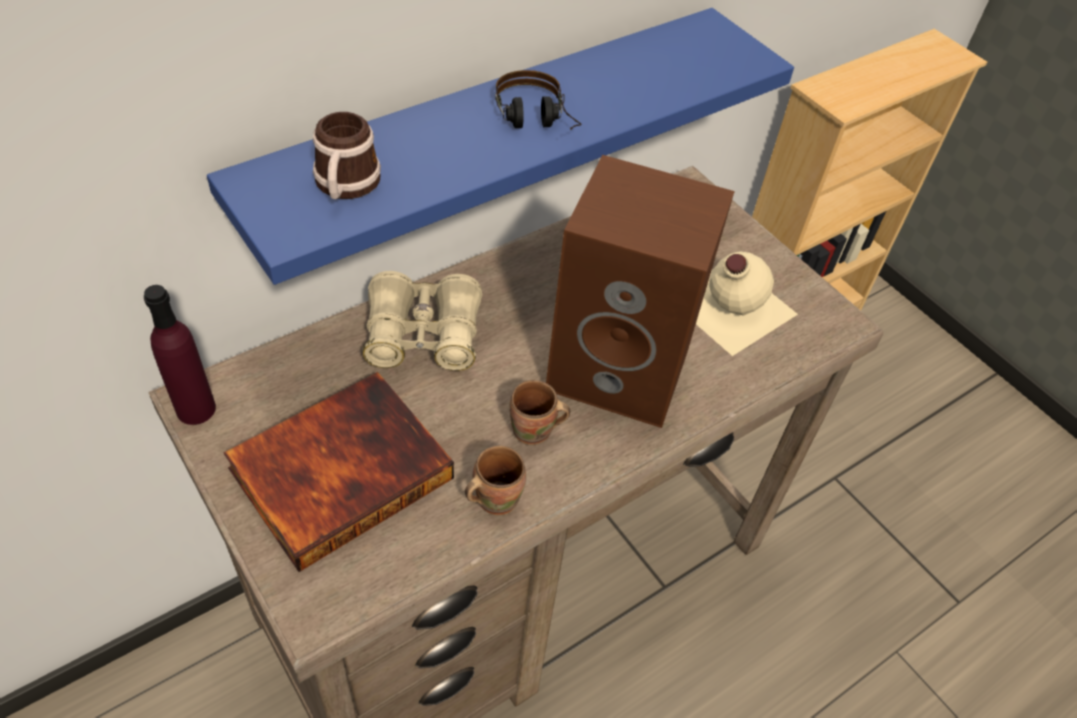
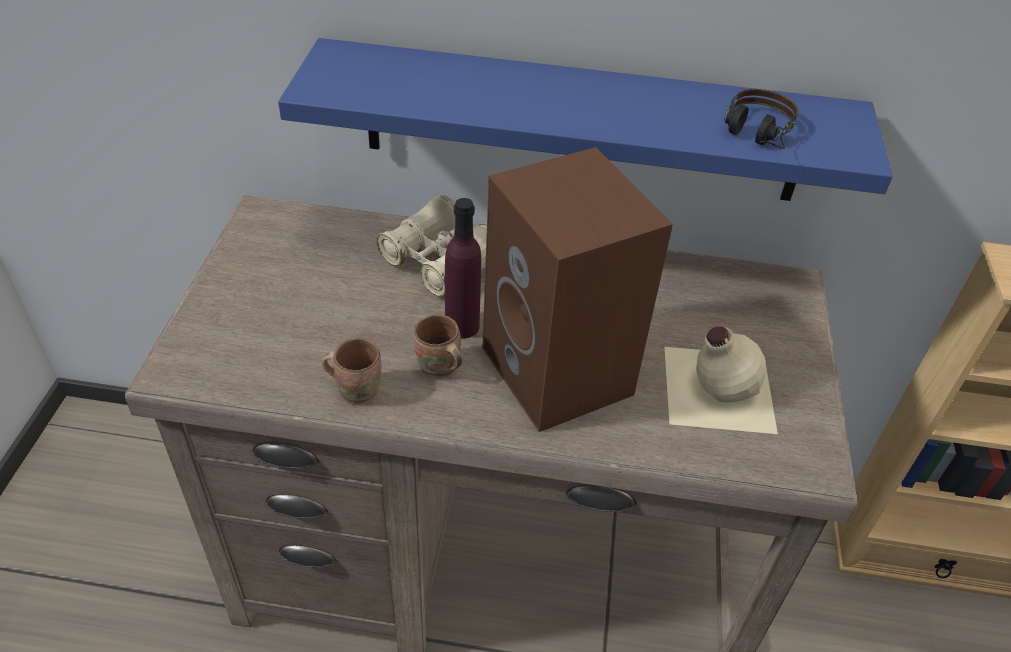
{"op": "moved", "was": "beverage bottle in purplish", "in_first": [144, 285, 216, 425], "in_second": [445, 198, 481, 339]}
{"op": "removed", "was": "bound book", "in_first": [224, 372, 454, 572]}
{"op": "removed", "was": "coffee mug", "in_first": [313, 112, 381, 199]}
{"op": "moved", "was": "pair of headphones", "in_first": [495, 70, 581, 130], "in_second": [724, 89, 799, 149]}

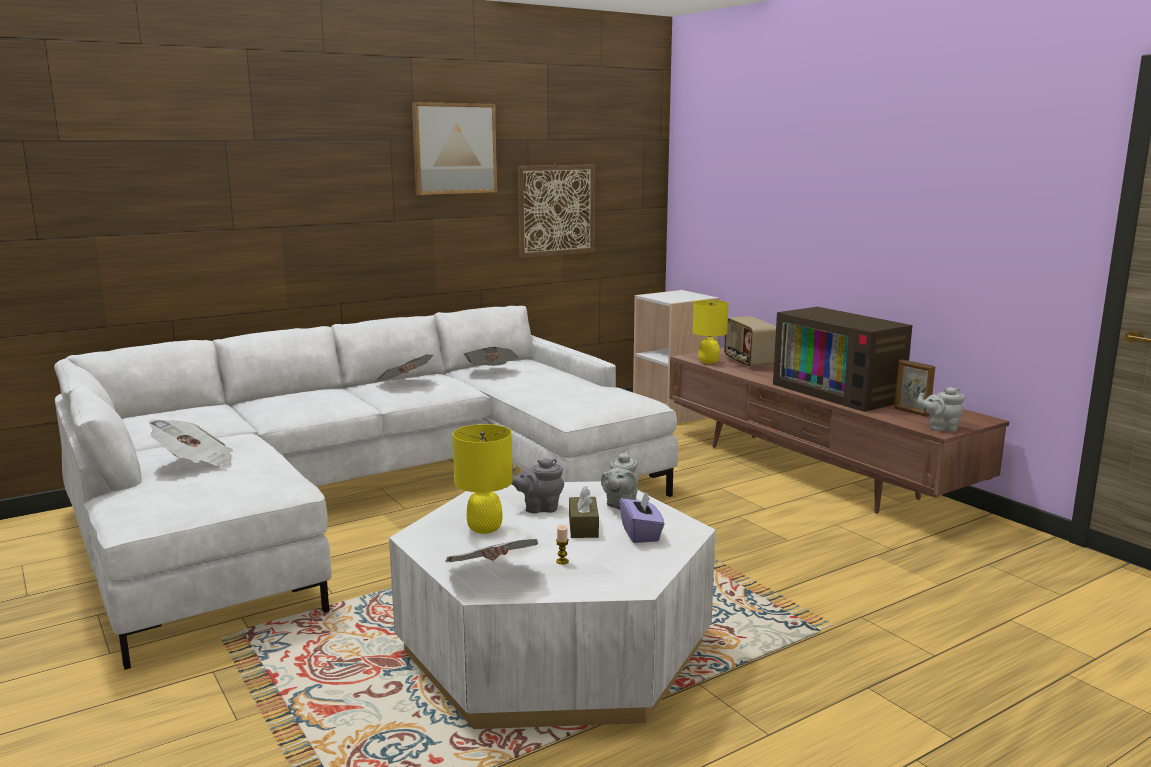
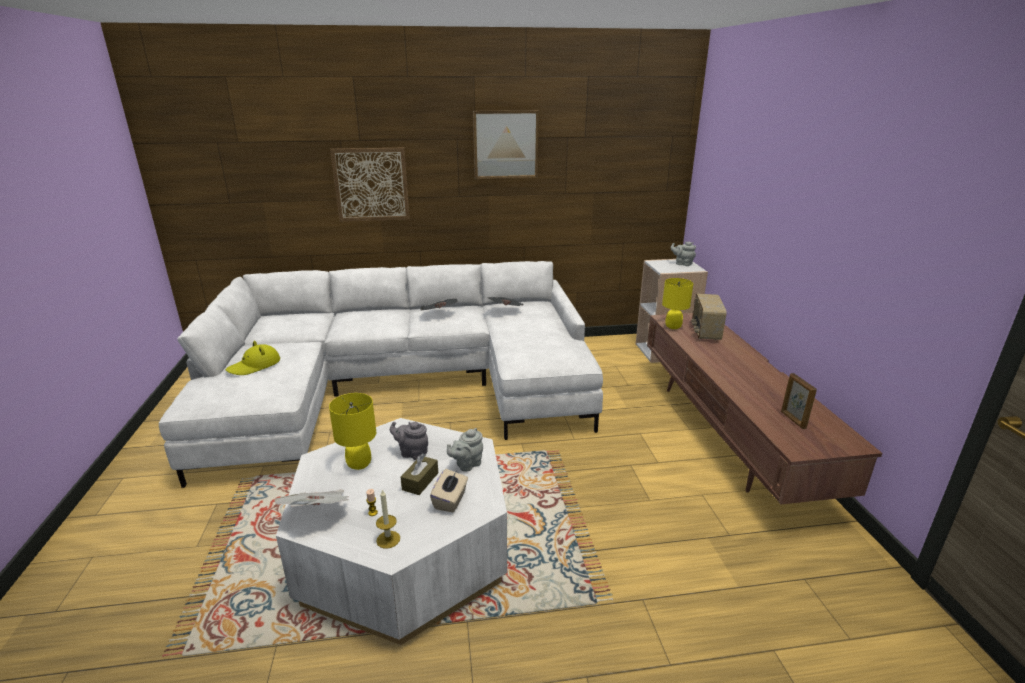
{"op": "replaced", "was": "printed paper", "now": "hat in yellow", "in_first": [149, 420, 233, 468], "in_second": [226, 341, 280, 375]}
{"op": "moved", "was": "wall picture", "in_first": [518, 164, 595, 258], "in_second": [330, 148, 410, 222]}
{"op": "recoloured", "was": "tissue box in purplish", "now": "tissue box in beige", "in_first": [619, 490, 665, 543], "in_second": [430, 469, 468, 512]}
{"op": "removed", "was": "TV", "in_first": [773, 307, 912, 412]}
{"op": "moved", "was": "tea pot in gray", "in_first": [917, 387, 964, 431], "in_second": [670, 241, 696, 266]}
{"op": "added", "now": "wax candle", "in_second": [376, 489, 400, 549]}

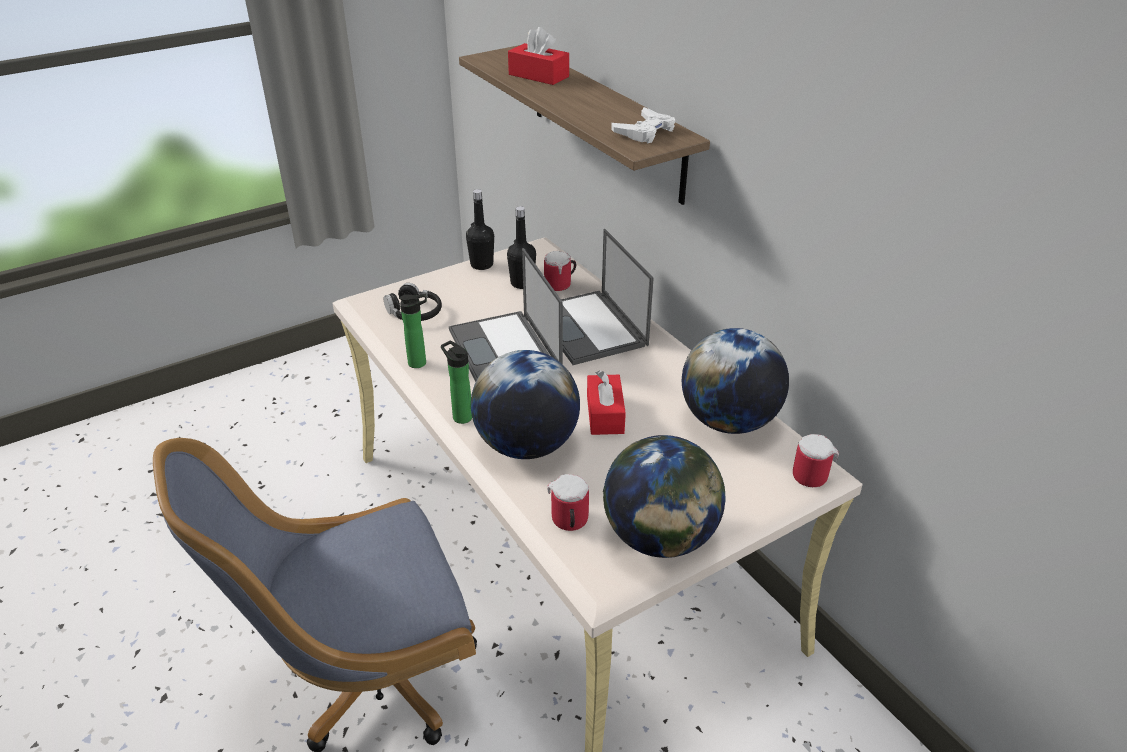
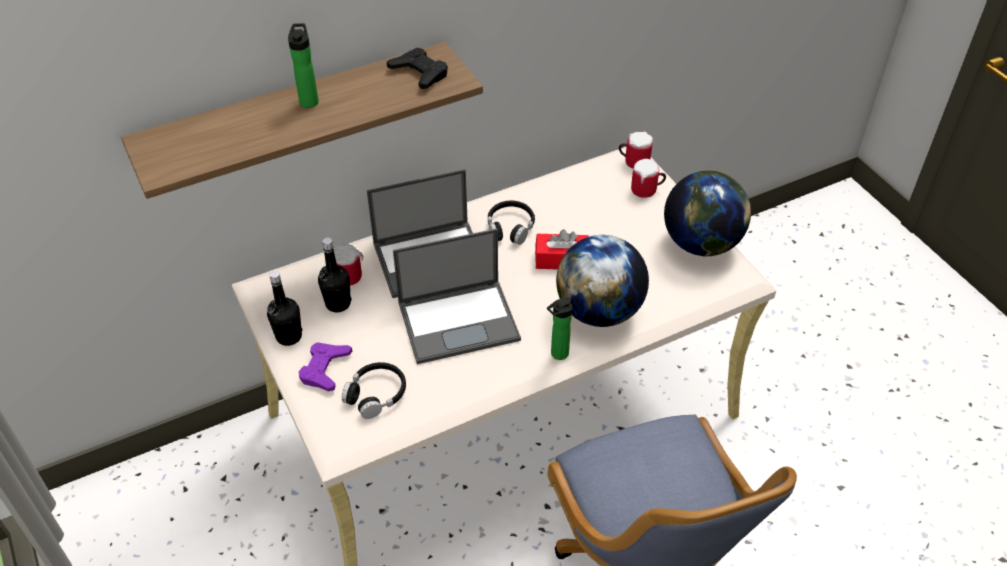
{"op": "moved", "was": "beverage bottle", "in_first": [399, 294, 427, 368], "in_second": [288, 23, 319, 108]}
{"op": "removed", "was": "tissue box in reddish", "in_first": [508, 27, 569, 85]}
{"op": "moved", "was": "coffee mug", "in_first": [547, 474, 589, 531], "in_second": [631, 159, 666, 198]}
{"op": "recoloured", "was": "joypad in white", "now": "joypad in black-coloured", "in_first": [611, 107, 675, 143], "in_second": [387, 48, 448, 89]}
{"op": "removed", "was": "globe", "in_first": [682, 328, 789, 434]}
{"op": "added", "now": "joypad in purplish", "in_second": [299, 342, 352, 391]}
{"op": "added", "now": "pair of headphones in black-coloured", "in_second": [488, 200, 535, 245]}

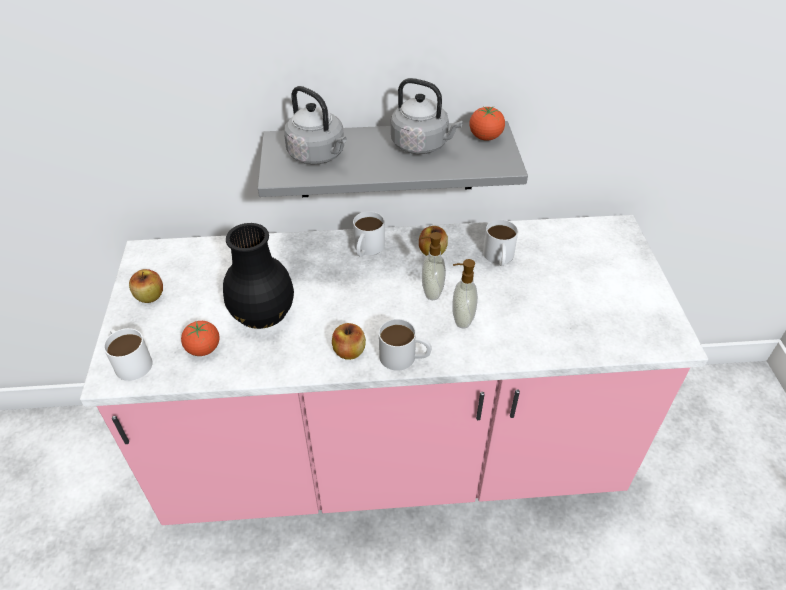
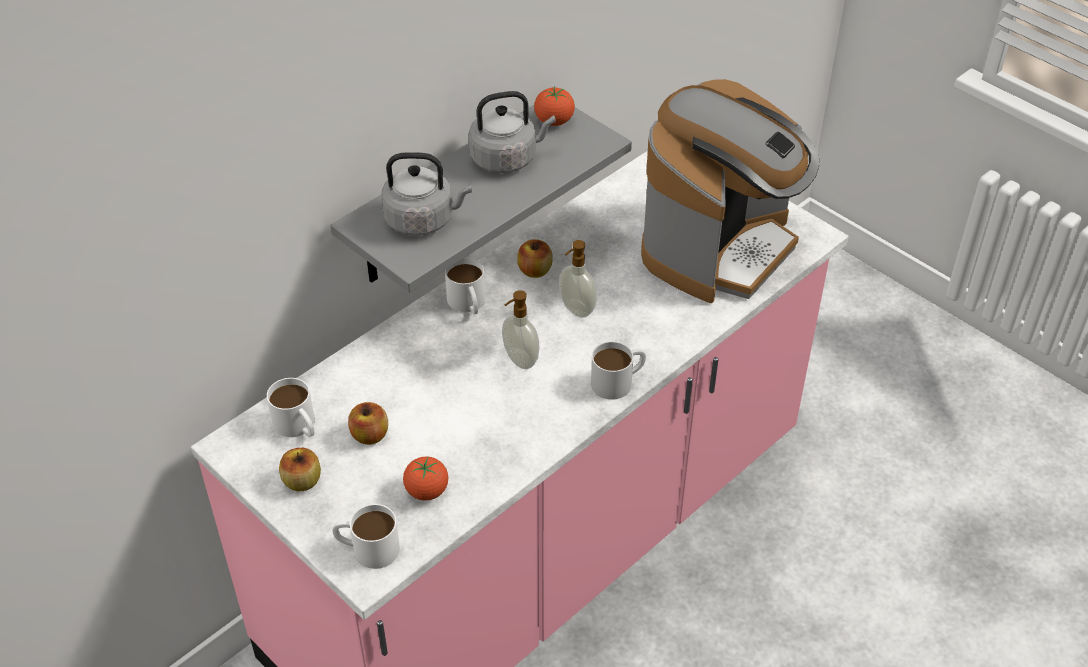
{"op": "removed", "was": "decorative vase in black-coloured", "in_first": [223, 223, 294, 329]}
{"op": "moved", "was": "apple", "in_first": [332, 323, 366, 360], "in_second": [348, 402, 388, 445]}
{"op": "moved", "was": "soap dispenser", "in_first": [453, 259, 478, 328], "in_second": [502, 290, 539, 369]}
{"op": "moved", "was": "coffee mug in white", "in_first": [483, 220, 518, 266], "in_second": [267, 378, 315, 437]}
{"op": "added", "now": "coffee brewer", "in_second": [641, 79, 819, 303]}

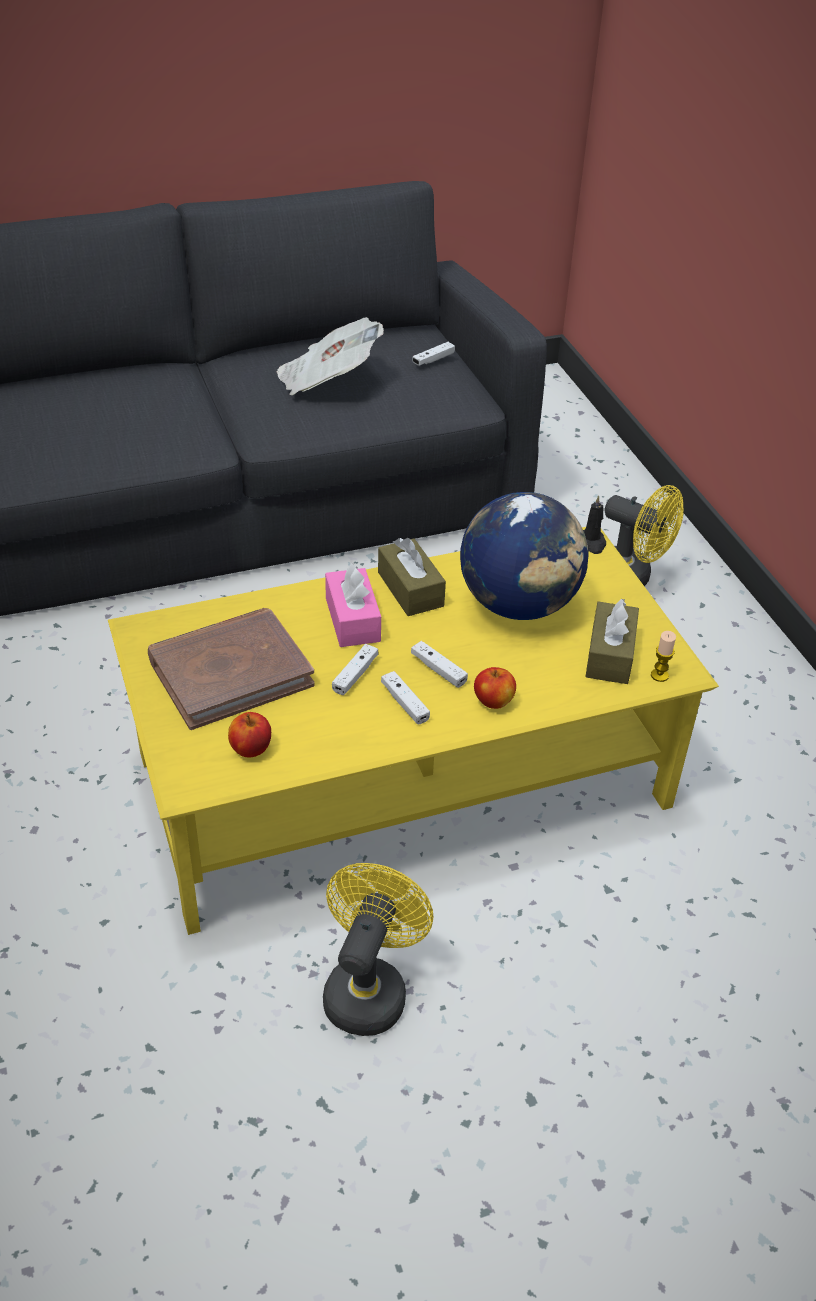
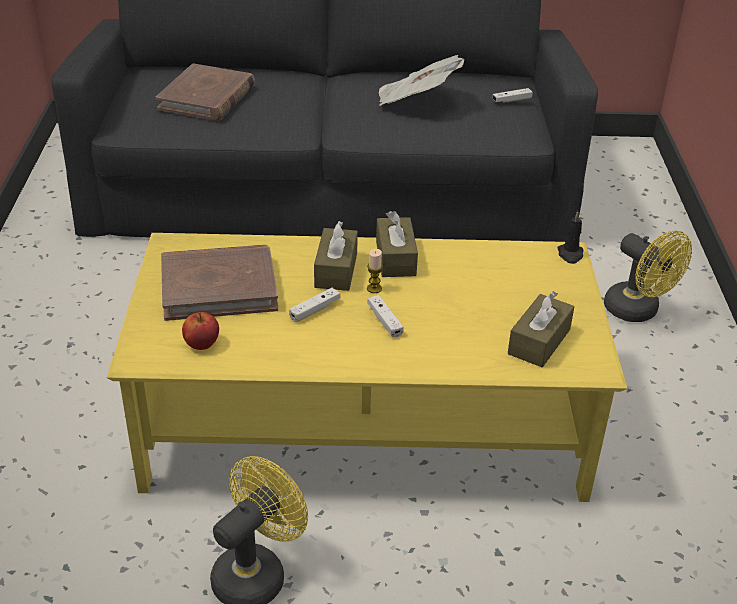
{"op": "recoloured", "was": "tissue box in pink-coloured", "now": "tissue box in brownish", "in_first": [325, 563, 381, 647], "in_second": [314, 221, 358, 291]}
{"op": "removed", "was": "joypad in white", "in_first": [381, 671, 430, 725]}
{"op": "removed", "was": "globe", "in_first": [460, 492, 589, 620]}
{"op": "removed", "was": "apple", "in_first": [474, 667, 516, 709]}
{"op": "moved", "was": "wax candle", "in_first": [651, 631, 676, 682], "in_second": [367, 249, 383, 293]}
{"op": "added", "now": "bound book in brownish", "in_second": [156, 63, 255, 121]}

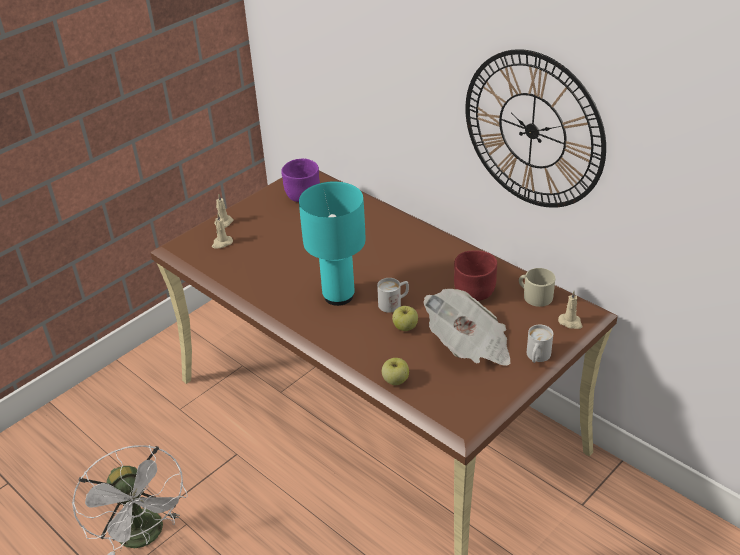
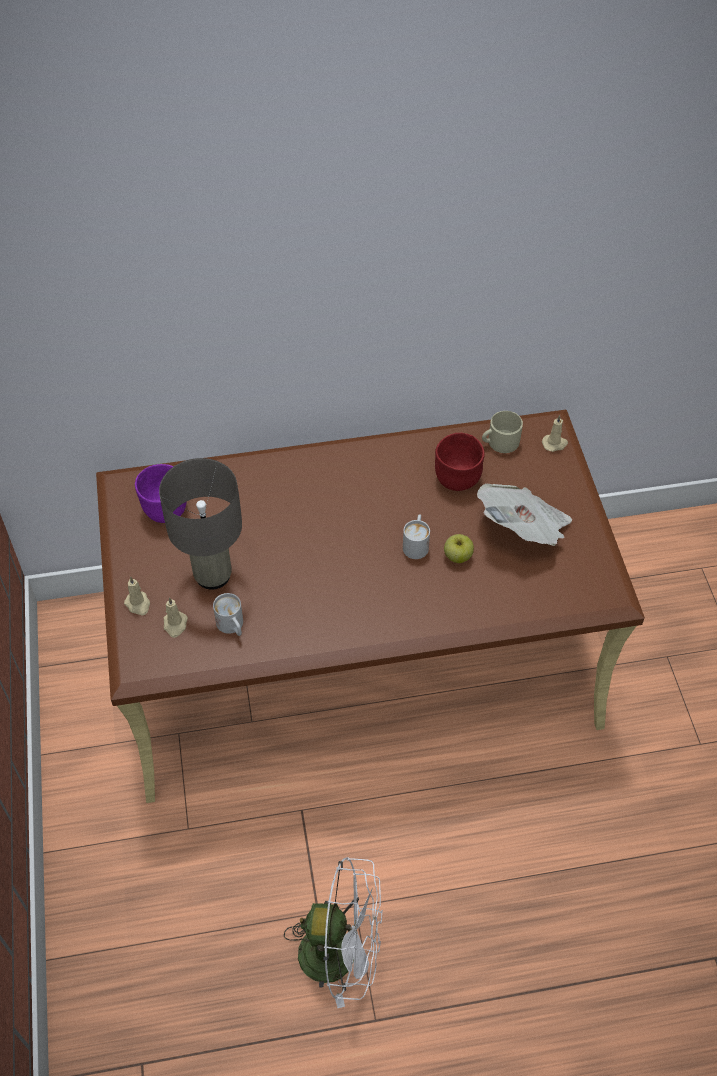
{"op": "removed", "was": "tabletop lamp in turquoise", "in_first": [299, 181, 365, 306]}
{"op": "removed", "was": "apple", "in_first": [382, 358, 409, 385]}
{"op": "removed", "was": "wall clock", "in_first": [465, 49, 606, 208]}
{"op": "moved", "was": "coffee mug in white", "in_first": [527, 324, 553, 363], "in_second": [213, 593, 243, 636]}
{"op": "added", "now": "tabletop lamp in gray", "in_second": [159, 458, 242, 590]}

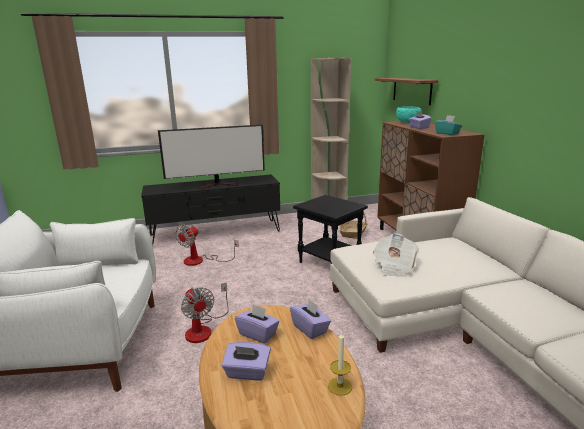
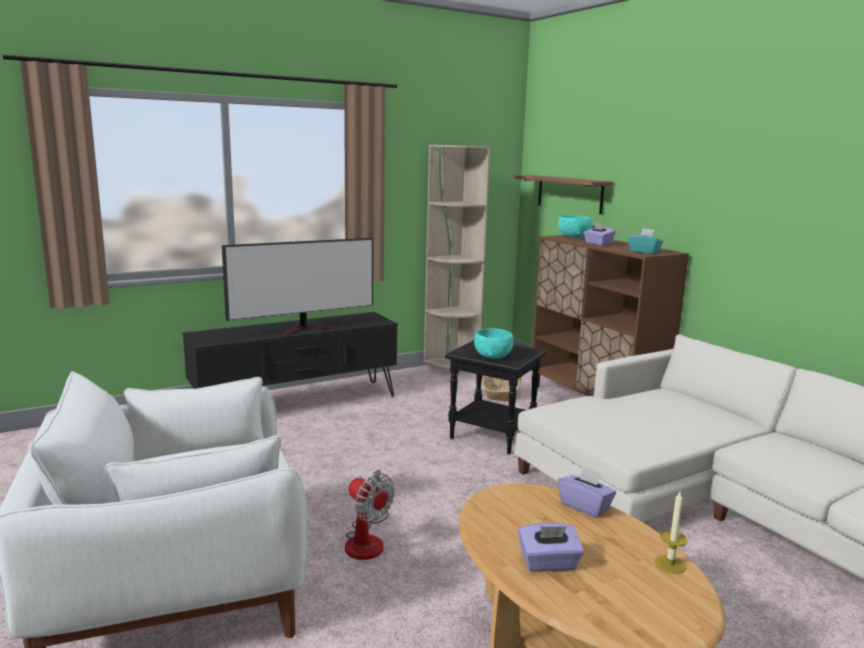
{"op": "removed", "was": "fan", "in_first": [175, 224, 239, 266]}
{"op": "removed", "was": "tissue box in purplish", "in_first": [235, 304, 279, 343]}
{"op": "removed", "was": "printed paper", "in_first": [373, 233, 419, 276]}
{"op": "added", "now": "deep dish in turquoise", "in_second": [474, 328, 514, 359]}

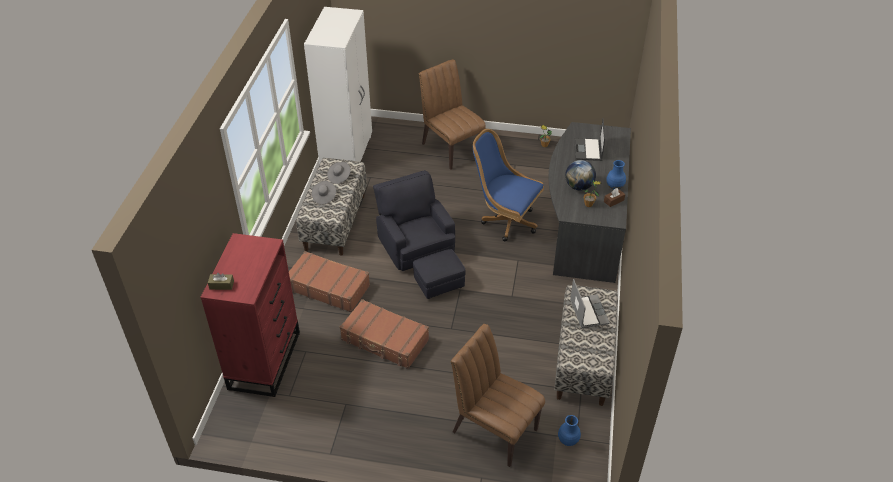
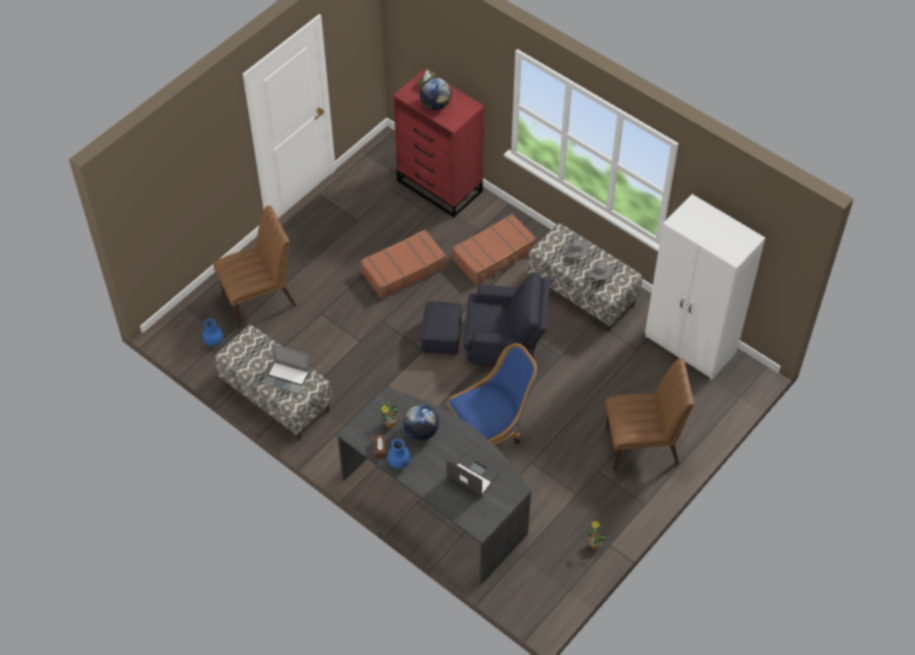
{"op": "added", "now": "globe", "in_second": [420, 78, 452, 110]}

